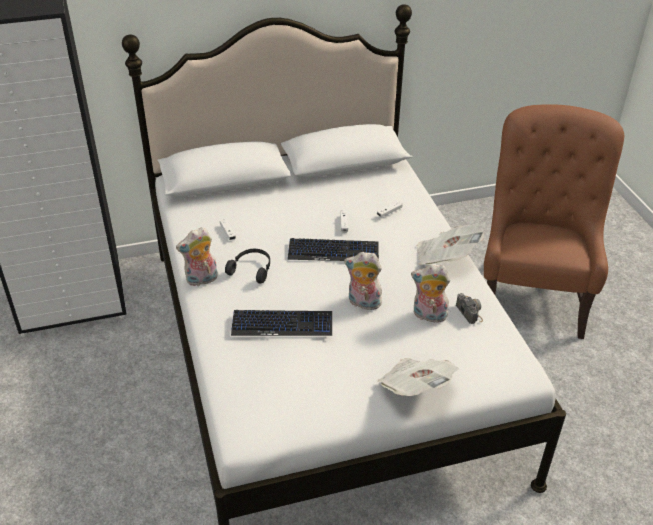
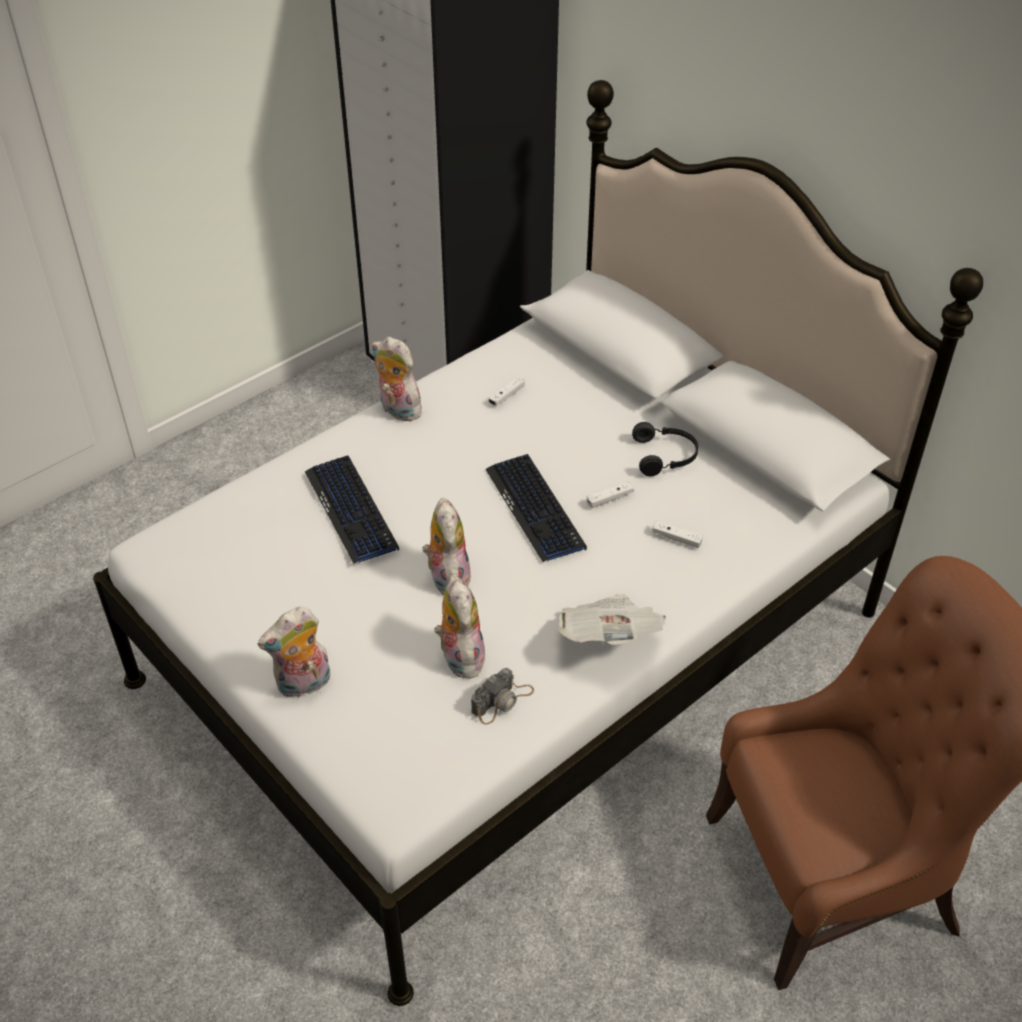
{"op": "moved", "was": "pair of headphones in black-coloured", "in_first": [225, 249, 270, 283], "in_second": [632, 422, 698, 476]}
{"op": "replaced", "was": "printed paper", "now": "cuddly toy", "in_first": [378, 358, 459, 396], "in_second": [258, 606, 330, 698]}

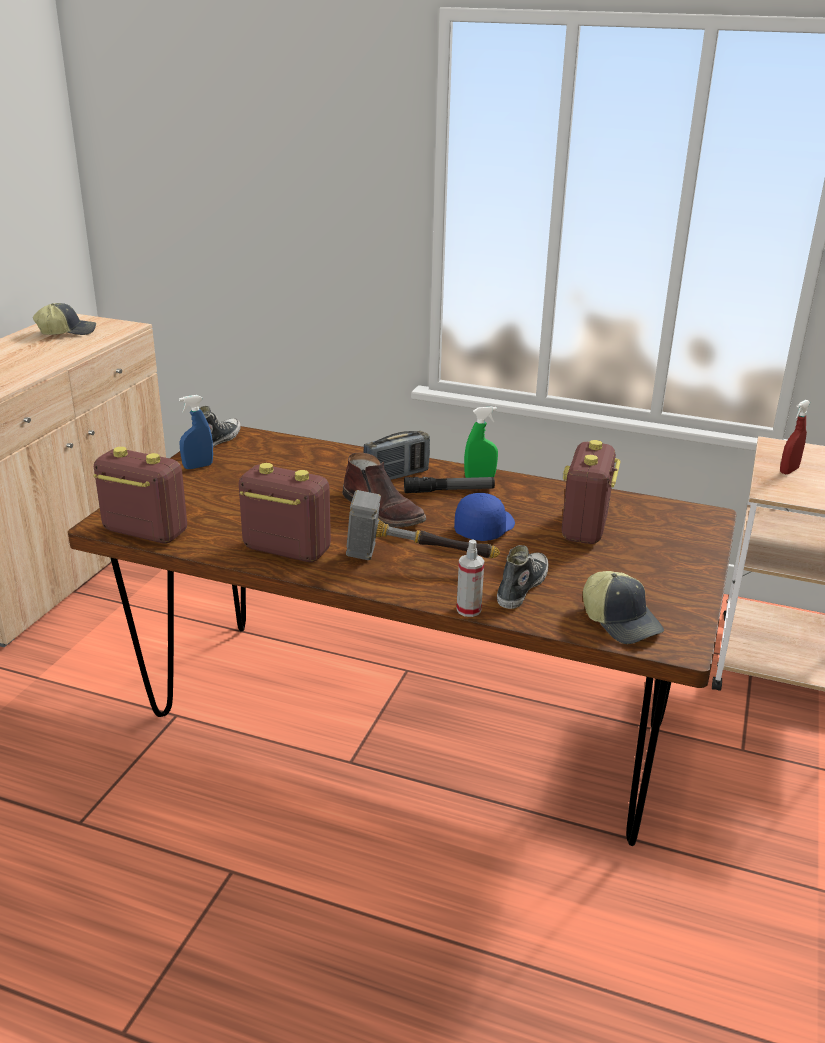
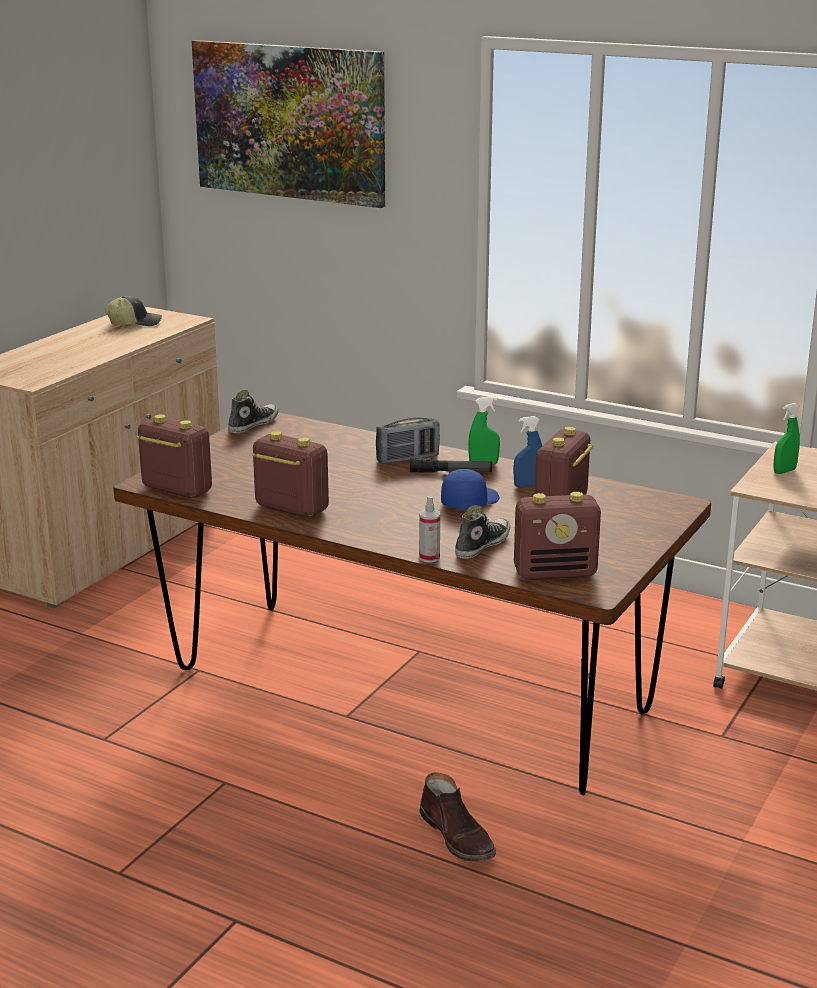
{"op": "moved", "was": "sprayer in bluish", "in_first": [179, 395, 213, 469], "in_second": [513, 416, 542, 487]}
{"op": "moved", "was": "tall boot in brownish", "in_first": [343, 453, 426, 527], "in_second": [419, 773, 496, 862]}
{"op": "removed", "was": "tool hammer", "in_first": [346, 490, 500, 560]}
{"op": "replaced", "was": "cap", "now": "radio receiver", "in_first": [583, 571, 664, 644], "in_second": [514, 492, 601, 580]}
{"op": "recoloured", "was": "sprayer in reddish", "now": "sprayer in greenish", "in_first": [780, 400, 810, 474], "in_second": [773, 403, 800, 474]}
{"op": "added", "now": "wall picture", "in_second": [192, 40, 385, 208]}

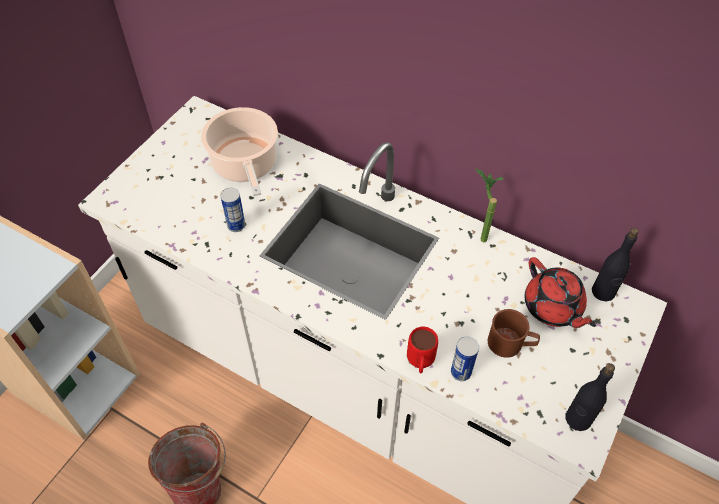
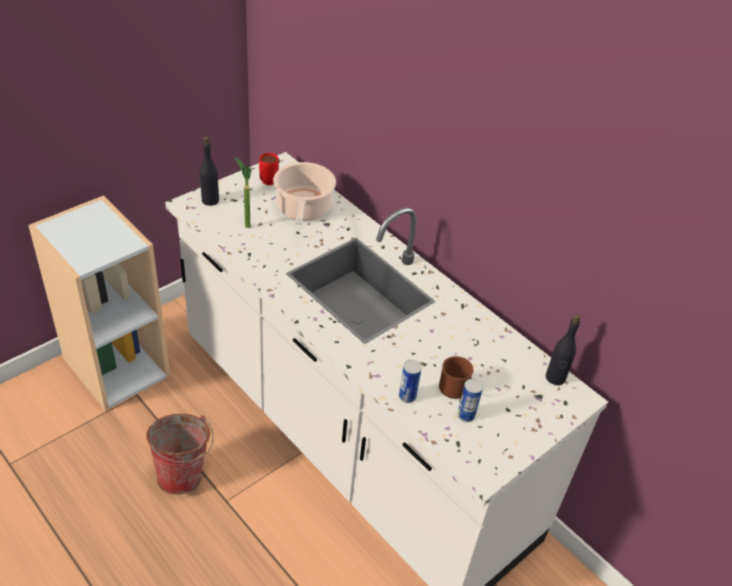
{"op": "moved", "was": "sealed can", "in_first": [220, 188, 245, 232], "in_second": [458, 379, 483, 422]}
{"op": "moved", "was": "coffee mug in reddish", "in_first": [407, 326, 438, 373], "in_second": [259, 153, 279, 185]}
{"op": "moved", "was": "houseplant", "in_first": [476, 169, 504, 243], "in_second": [235, 157, 252, 228]}
{"op": "removed", "was": "tea pot in reddish", "in_first": [525, 257, 596, 328]}
{"op": "moved", "was": "beverage bottle in black-coloured", "in_first": [565, 363, 615, 431], "in_second": [199, 137, 219, 206]}

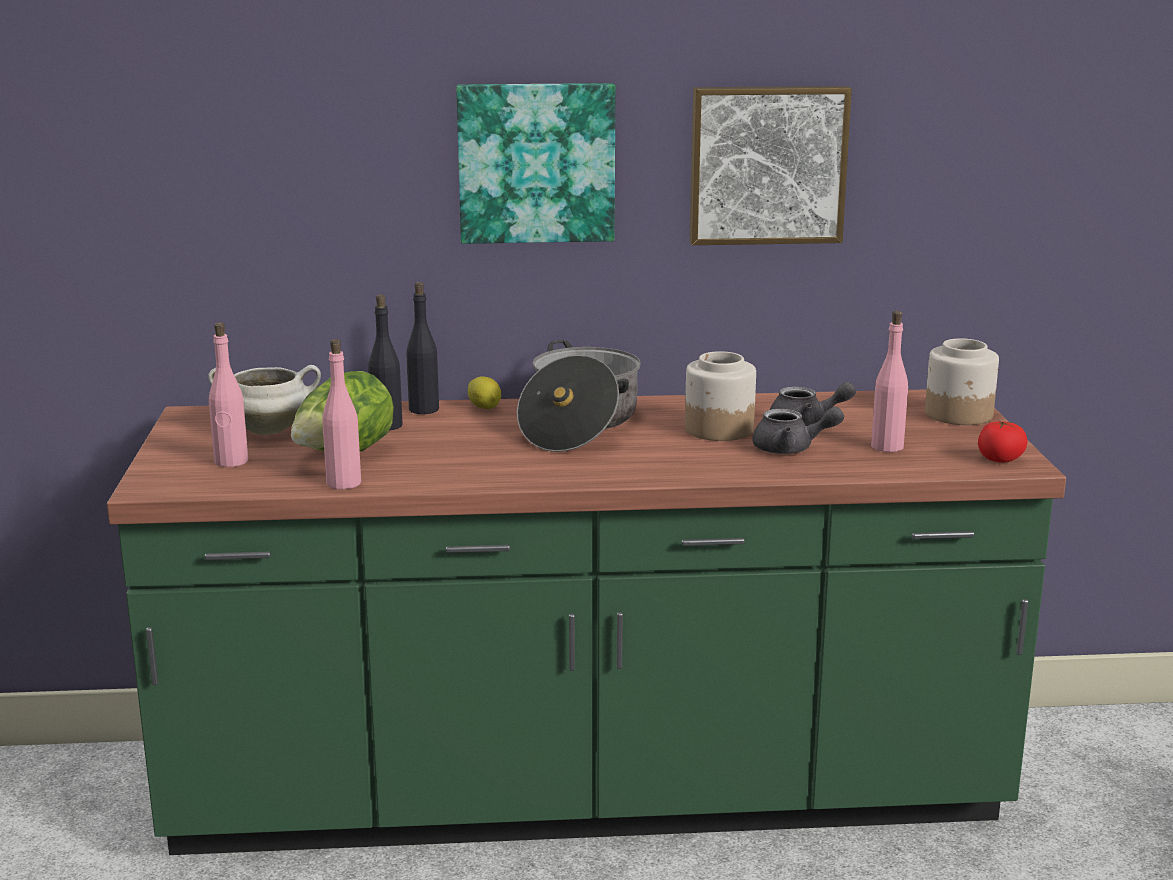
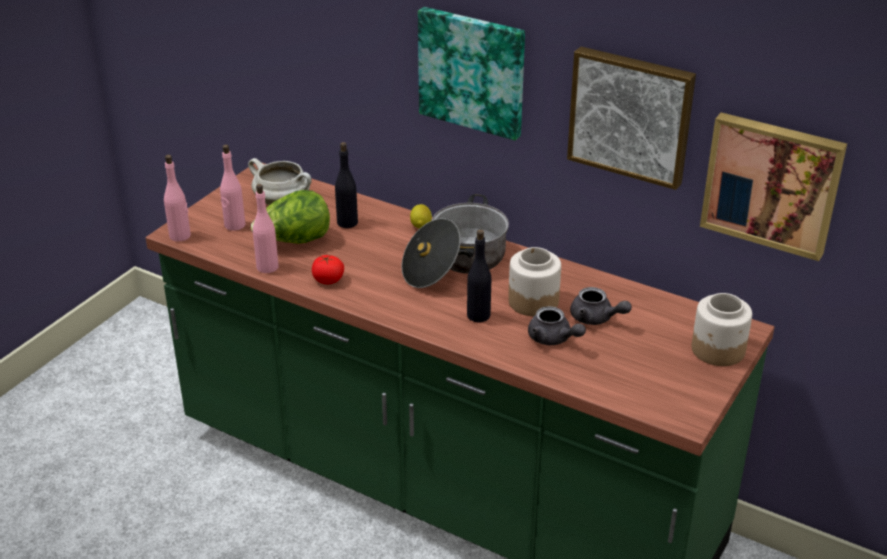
{"op": "moved", "was": "beverage bottle in black-coloured", "in_first": [407, 282, 439, 414], "in_second": [467, 229, 491, 323]}
{"op": "moved", "was": "beverage bottle in pink-coloured", "in_first": [871, 311, 908, 452], "in_second": [164, 155, 191, 242]}
{"op": "moved", "was": "whole tomato", "in_first": [978, 420, 1028, 463], "in_second": [312, 255, 344, 284]}
{"op": "added", "now": "wall picture", "in_second": [700, 112, 847, 261]}

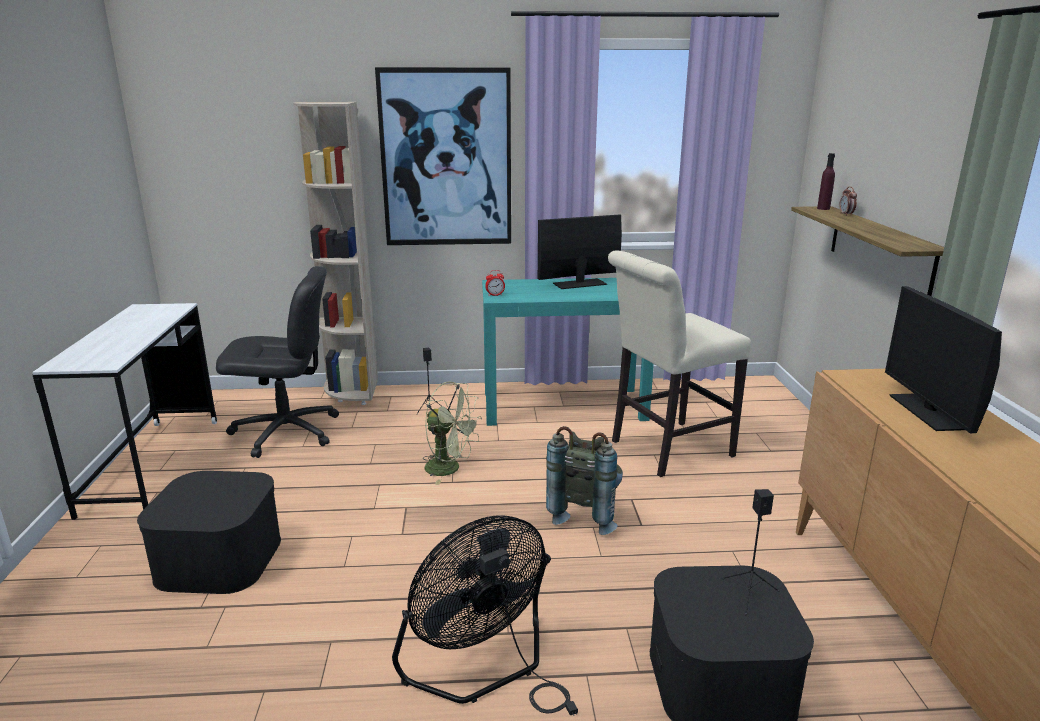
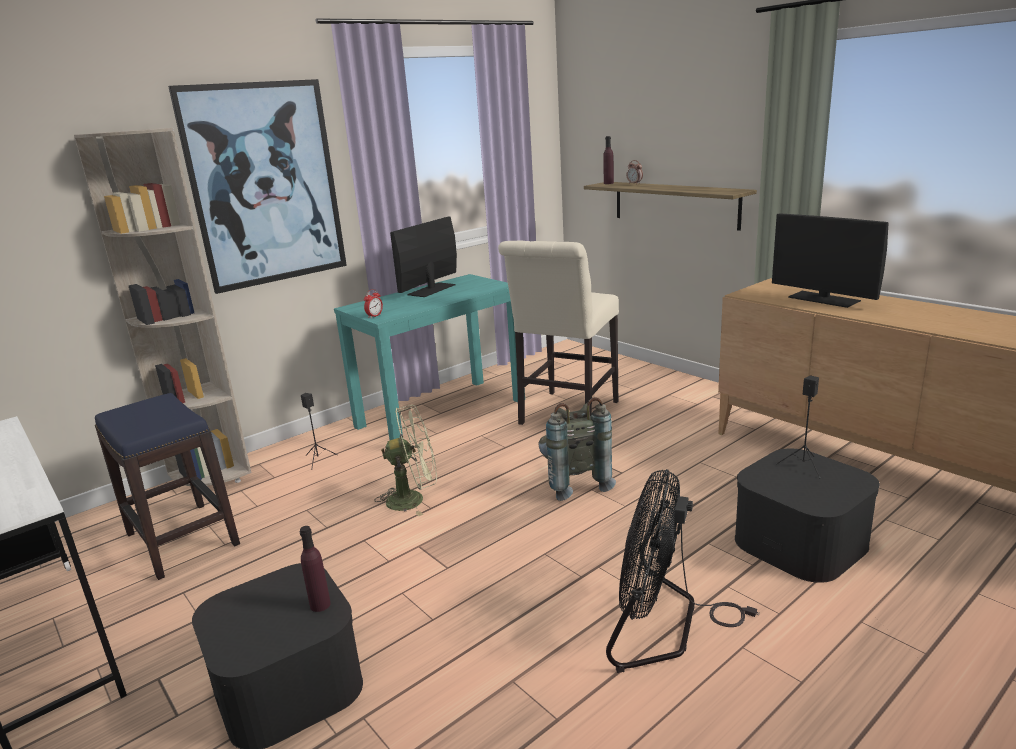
{"op": "replaced", "was": "computer chair in black-coloured", "now": "stool", "in_first": [216, 266, 339, 458], "in_second": [95, 393, 240, 580]}
{"op": "added", "now": "beverage bottle in purplish", "in_second": [300, 526, 331, 612]}

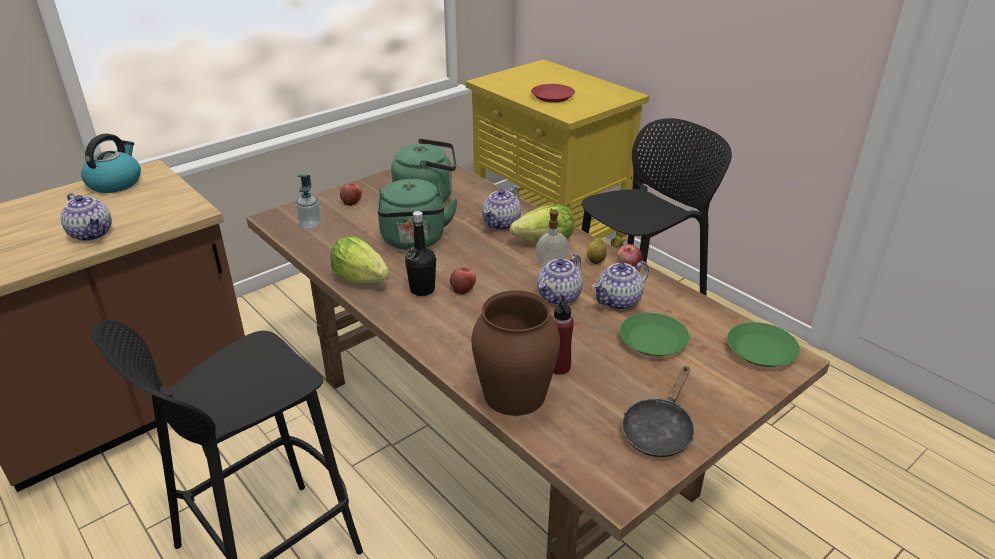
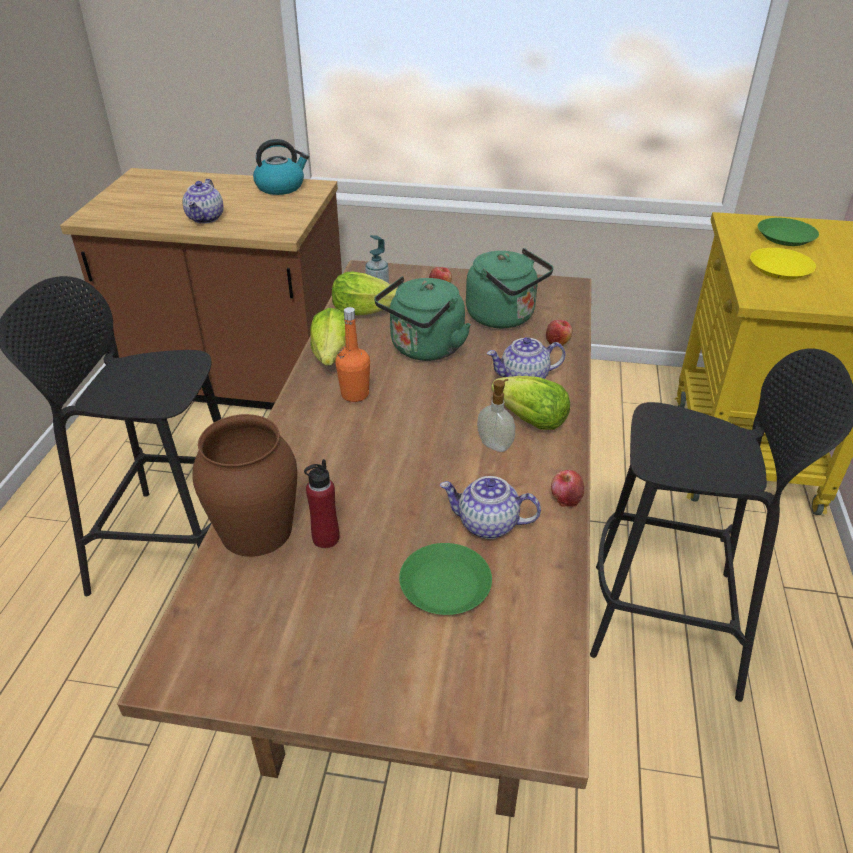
{"op": "recoloured", "was": "beverage bottle in black-coloured", "now": "beverage bottle in orange", "in_first": [405, 211, 436, 296], "in_second": [335, 307, 370, 402]}
{"op": "moved", "was": "apple", "in_first": [450, 267, 476, 294], "in_second": [546, 320, 572, 346]}
{"op": "recoloured", "was": "dinner plate in reddish", "now": "dinner plate in yellow", "in_first": [531, 84, 575, 103], "in_second": [750, 248, 816, 280]}
{"op": "removed", "was": "tea pot", "in_first": [537, 254, 583, 305]}
{"op": "removed", "was": "whole lemon", "in_first": [587, 237, 607, 264]}
{"op": "removed", "was": "frying pan in black-coloured", "in_first": [622, 366, 694, 457]}
{"op": "moved", "was": "dinner plate in greenish", "in_first": [727, 322, 800, 367], "in_second": [758, 218, 819, 246]}
{"op": "added", "now": "lettuce", "in_second": [332, 272, 397, 315]}

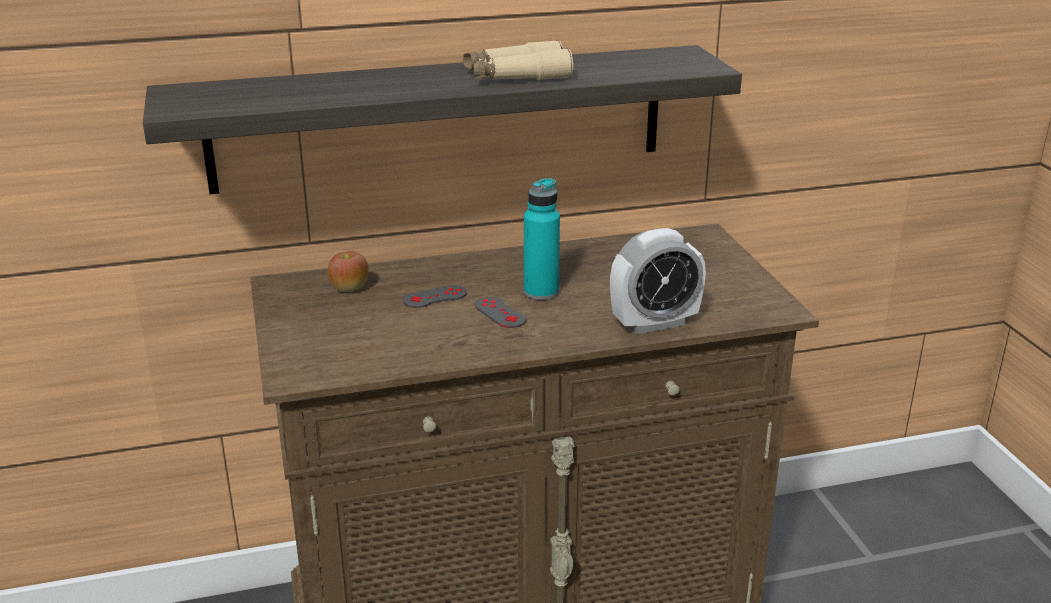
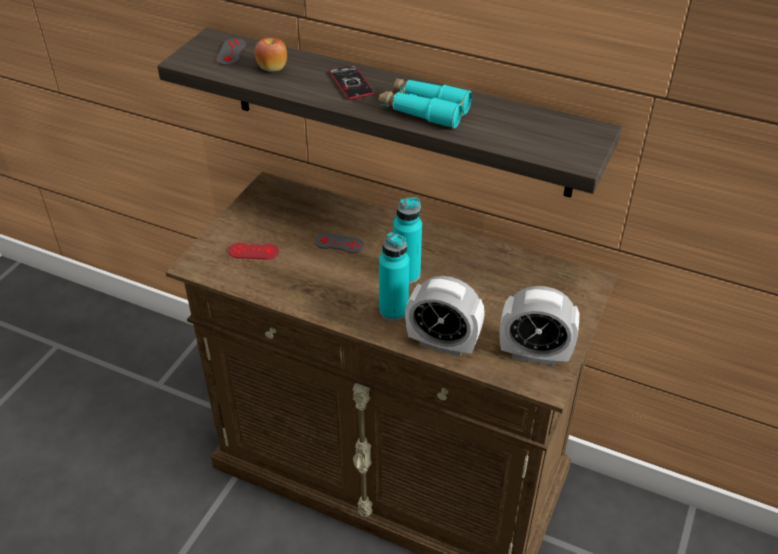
{"op": "moved", "was": "apple", "in_first": [328, 251, 369, 292], "in_second": [254, 38, 287, 72]}
{"op": "recoloured", "was": "binoculars in beige", "now": "binoculars in turquoise", "in_first": [463, 40, 573, 80], "in_second": [378, 78, 472, 128]}
{"op": "moved", "was": "joypad in gray", "in_first": [475, 297, 526, 328], "in_second": [216, 38, 246, 66]}
{"op": "added", "now": "joypad in reddish", "in_second": [228, 242, 279, 260]}
{"op": "added", "now": "telephone", "in_second": [329, 65, 374, 99]}
{"op": "added", "now": "beverage bottle in turquoise", "in_second": [379, 232, 409, 321]}
{"op": "added", "now": "table clock", "in_second": [500, 286, 579, 366]}

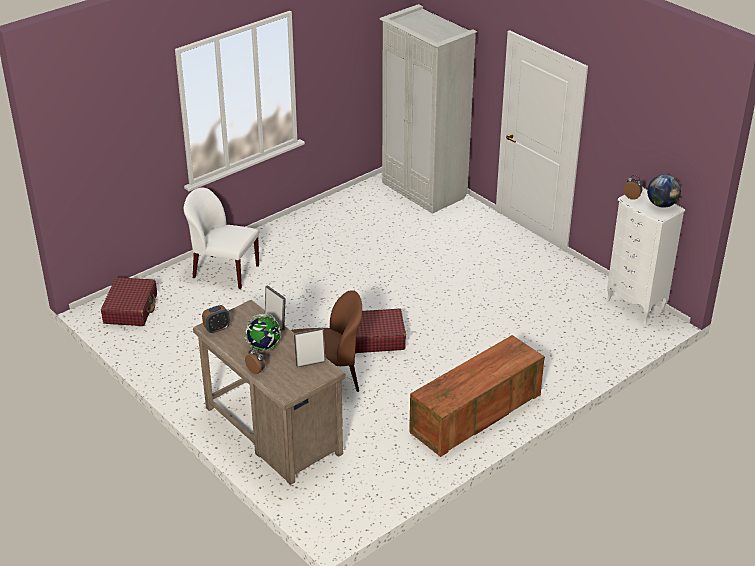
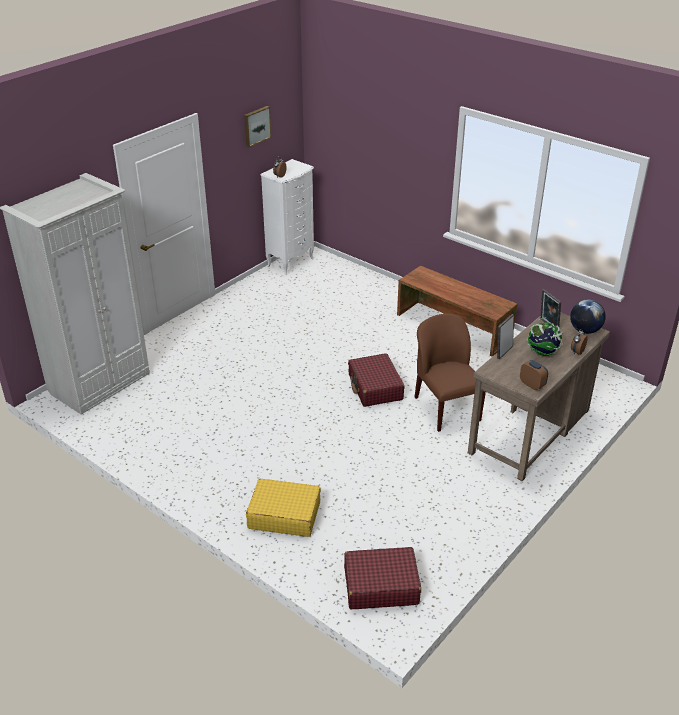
{"op": "replaced", "was": "chair in white", "now": "travel case in yellow", "in_first": [184, 187, 259, 289], "in_second": [246, 479, 321, 537]}
{"op": "moved", "was": "globe", "in_first": [647, 175, 681, 208], "in_second": [570, 300, 606, 334]}
{"op": "added", "now": "wall picture", "in_second": [244, 106, 271, 147]}

